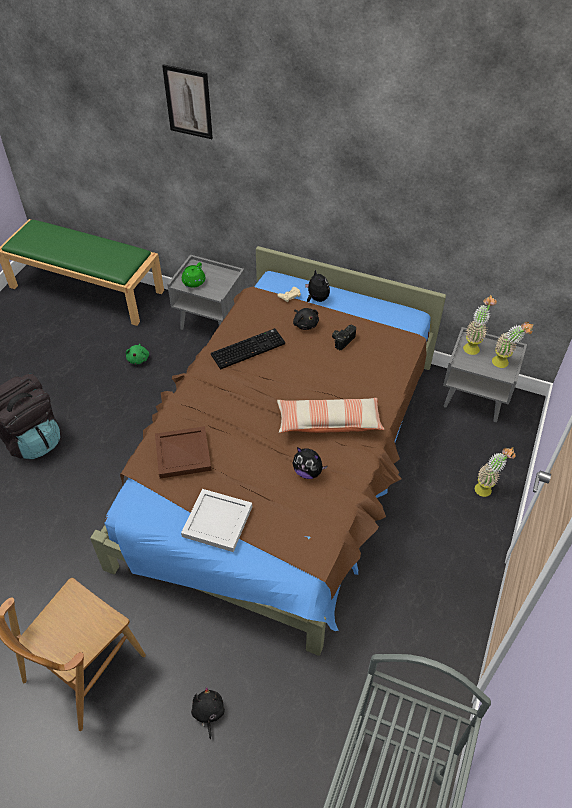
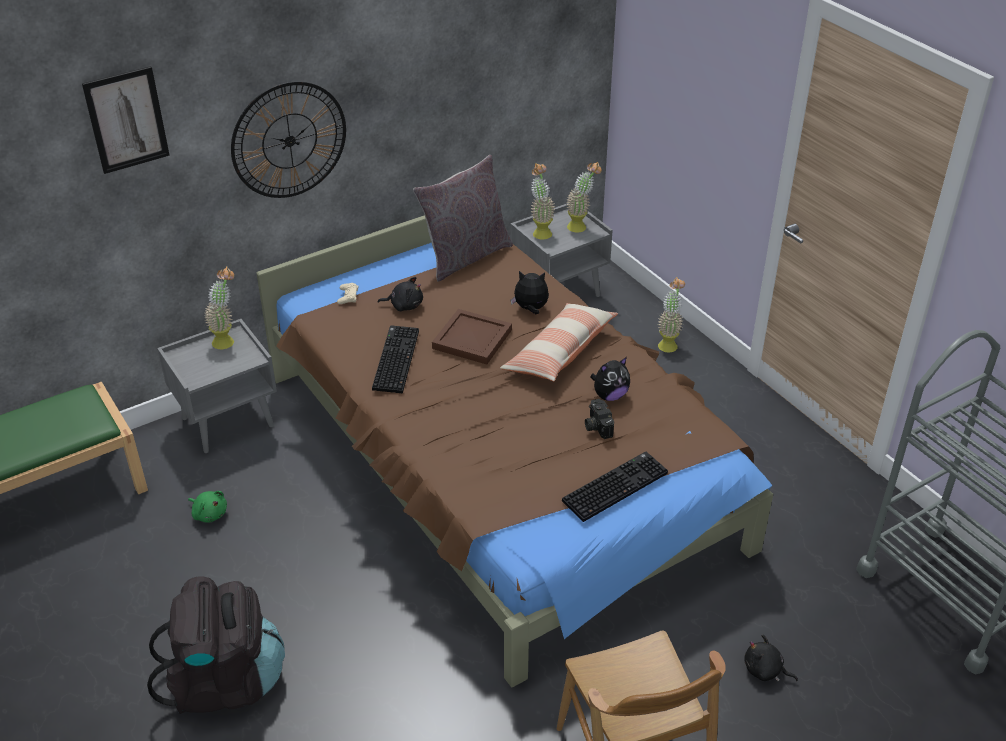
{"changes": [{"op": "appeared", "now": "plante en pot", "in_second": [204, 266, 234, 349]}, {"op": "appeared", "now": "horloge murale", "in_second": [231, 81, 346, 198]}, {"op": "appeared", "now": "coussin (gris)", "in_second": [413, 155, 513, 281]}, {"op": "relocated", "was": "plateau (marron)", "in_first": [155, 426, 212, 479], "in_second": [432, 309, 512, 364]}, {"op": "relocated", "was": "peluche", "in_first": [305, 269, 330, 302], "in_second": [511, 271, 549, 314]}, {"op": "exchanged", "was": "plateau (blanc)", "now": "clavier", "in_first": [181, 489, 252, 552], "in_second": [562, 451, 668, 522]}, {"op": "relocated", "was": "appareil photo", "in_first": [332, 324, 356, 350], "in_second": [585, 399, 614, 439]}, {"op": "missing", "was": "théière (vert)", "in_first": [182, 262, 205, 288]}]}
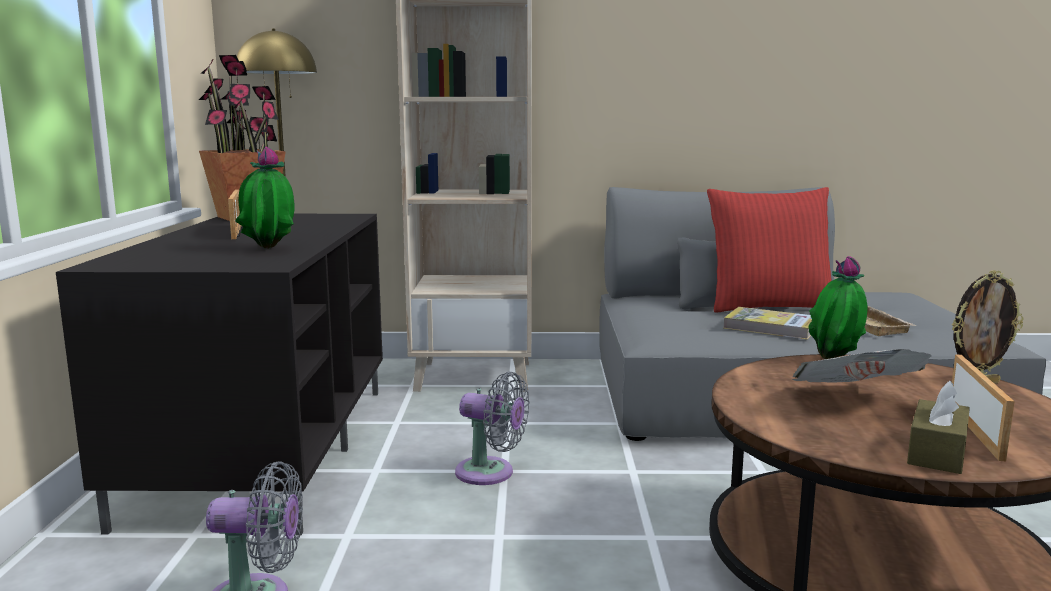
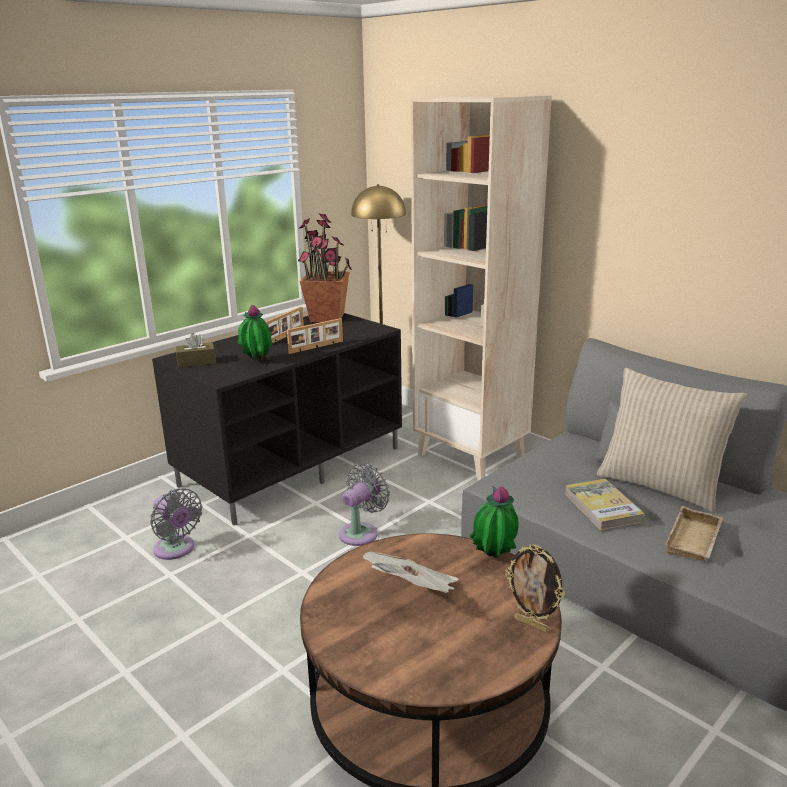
{"changes": [{"op": "relocated", "was": "boîte à mouchoirs (marron)", "in_first": [907, 381, 970, 474], "in_second": [176, 333, 216, 367]}, {"op": "relocated", "was": "cadre photo", "in_first": [952, 354, 1015, 461], "in_second": [287, 318, 343, 354]}, {"op": "spun", "was": "ventilateur (gris)", "in_first": [455, 371, 530, 485], "in_second": [339, 463, 390, 546], "clockwise": -120}, {"op": "colour", "was": "coussin (rouge)", "now": "coussin (beige)", "in_first": [707, 187, 832, 313], "in_second": [597, 368, 747, 513]}]}
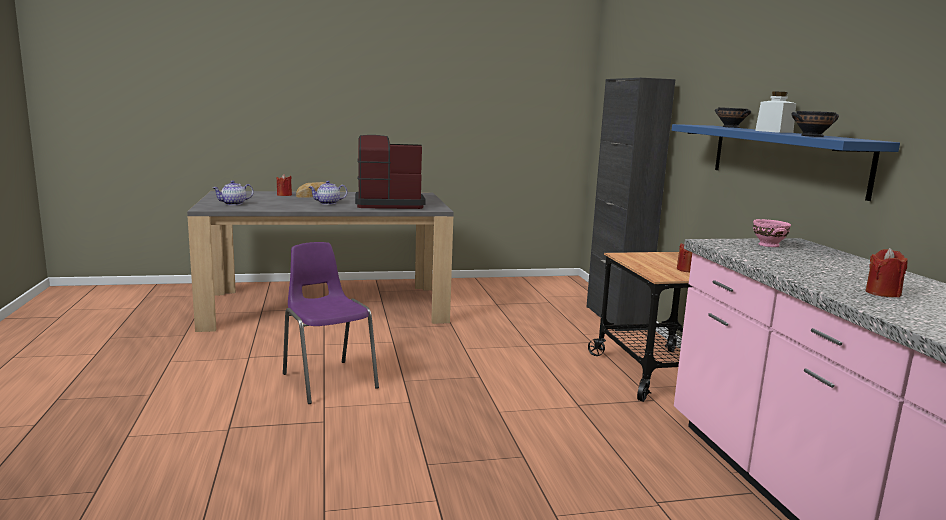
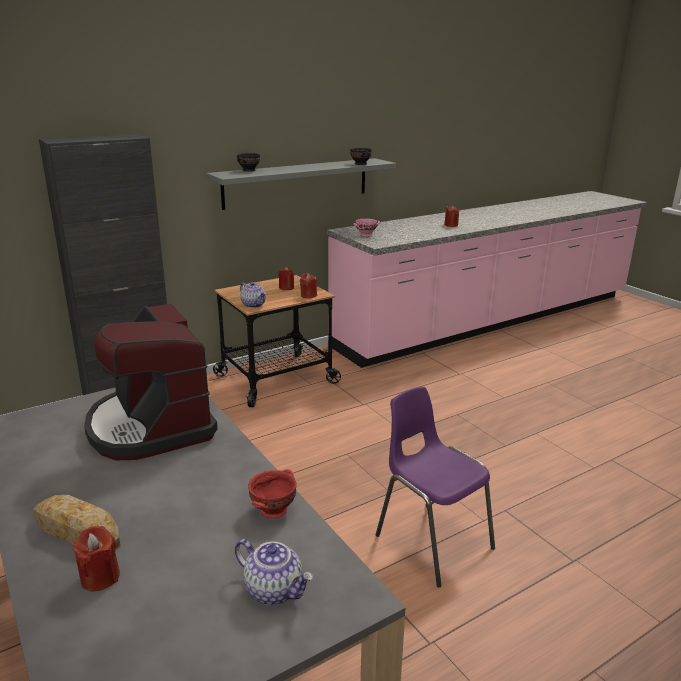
{"changes": [{"op": "colour", "was": "étagère (bleu)", "now": "étagère (gris)", "in_first": [672, 124, 900, 201], "in_second": [206, 158, 396, 210]}, {"op": "relocated", "was": "théière", "in_first": [309, 181, 348, 205], "in_second": [240, 282, 266, 308]}, {"op": "appeared", "now": "bol (rouge)", "in_second": [248, 469, 297, 519]}, {"op": "appeared", "now": "bougie (rouge)", "in_second": [300, 273, 317, 299]}, {"op": "spun", "was": "chaise (violet)", "in_first": [283, 242, 379, 404], "in_second": [376, 387, 495, 587], "clockwise": 105}, {"op": "missing", "was": "bocal (blanc)", "in_first": [755, 92, 796, 133]}]}
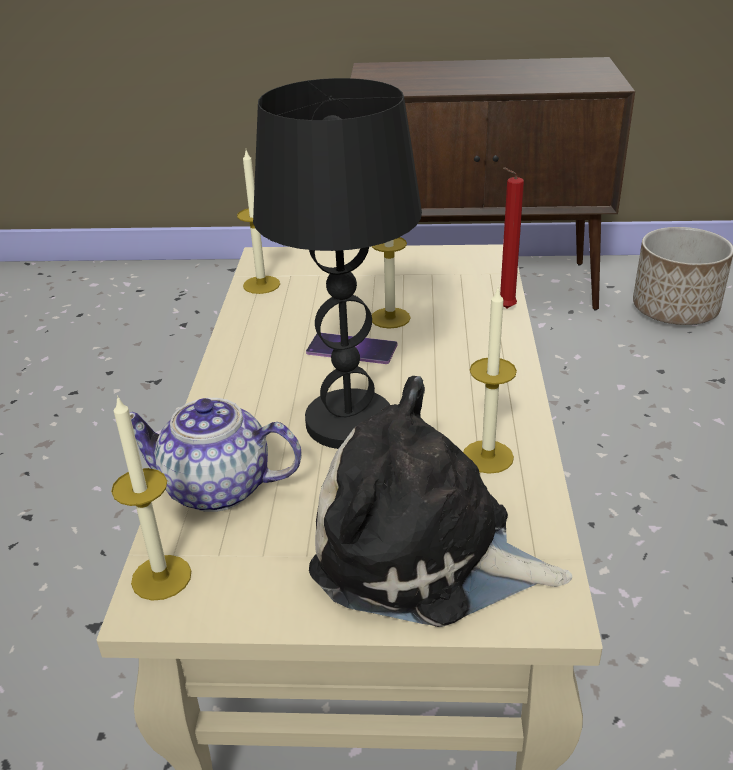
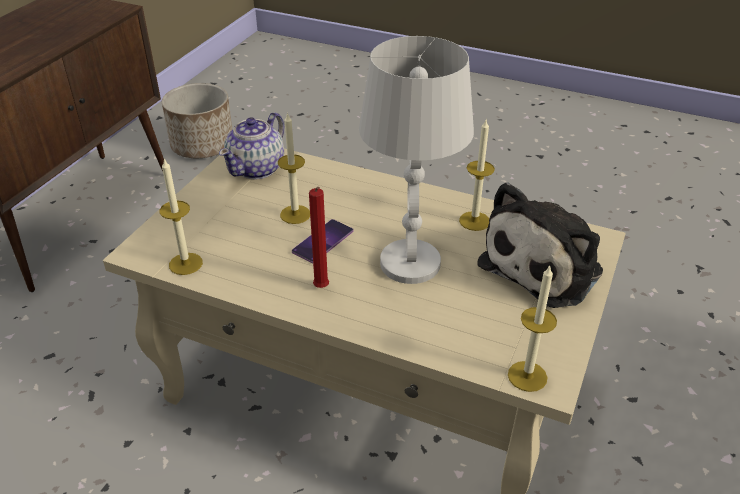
{"changes": [{"op": "relocated", "was": "théière", "in_first": [129, 398, 302, 512], "in_second": [219, 112, 284, 180]}, {"op": "relocated", "was": "bougie (rouge)", "in_first": [500, 167, 524, 308], "in_second": [309, 187, 329, 288]}, {"op": "colour", "was": "lampe de table (noir)", "now": "lampe de table (blanc)", "in_first": [253, 78, 422, 449], "in_second": [359, 36, 474, 284]}]}
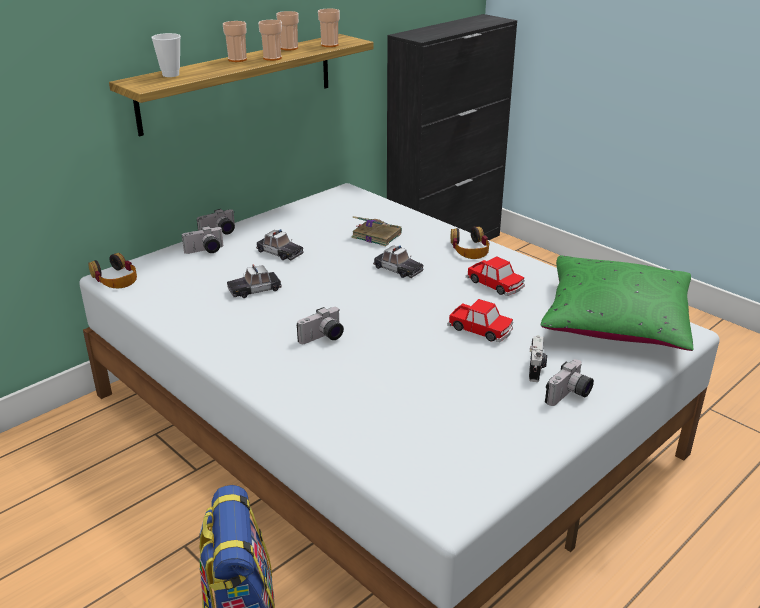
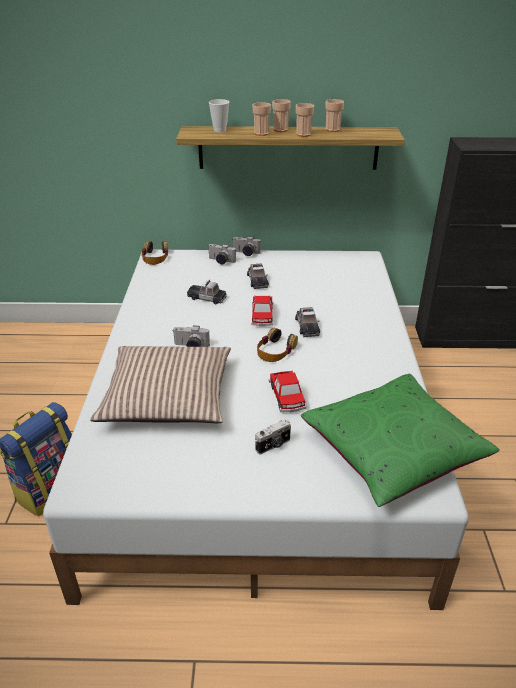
{"changes": [{"op": "appeared", "now": "coussin", "in_second": [90, 346, 231, 423]}, {"op": "relocated", "was": "petite voiture", "in_first": [466, 256, 525, 296], "in_second": [251, 296, 273, 326]}, {"op": "relocated", "was": "tasse", "in_first": [318, 9, 340, 47], "in_second": [253, 102, 271, 136]}, {"op": "relocated", "was": "casque audio", "in_first": [451, 227, 489, 259], "in_second": [257, 328, 298, 362]}, {"op": "missing", "was": "livre", "in_first": [351, 216, 402, 246]}, {"op": "missing", "was": "appareil photo", "in_first": [545, 359, 594, 406]}]}
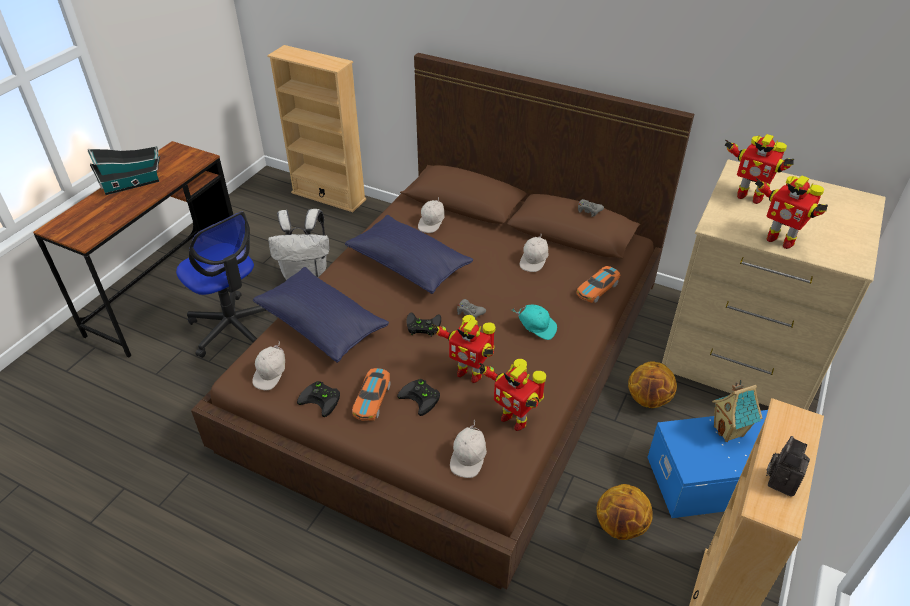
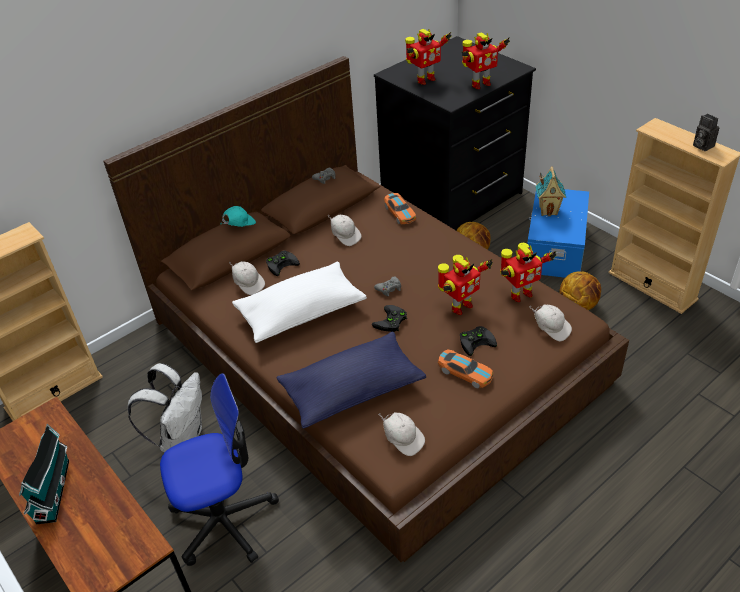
{"changes": [{"op": "relocated", "was": "casquette (turquoise)", "in_first": [512, 305, 557, 340], "in_second": [221, 206, 256, 227]}, {"op": "colour", "was": "coussin (bleu)", "now": "coussin (blanc)", "in_first": [345, 215, 473, 294], "in_second": [232, 262, 367, 343]}, {"op": "relocated", "was": "manette (noir)", "in_first": [297, 381, 340, 417], "in_second": [266, 250, 300, 276]}, {"op": "colour", "was": "commode (beige)", "now": "commode (noir)", "in_first": [662, 159, 886, 410], "in_second": [374, 36, 536, 230]}]}
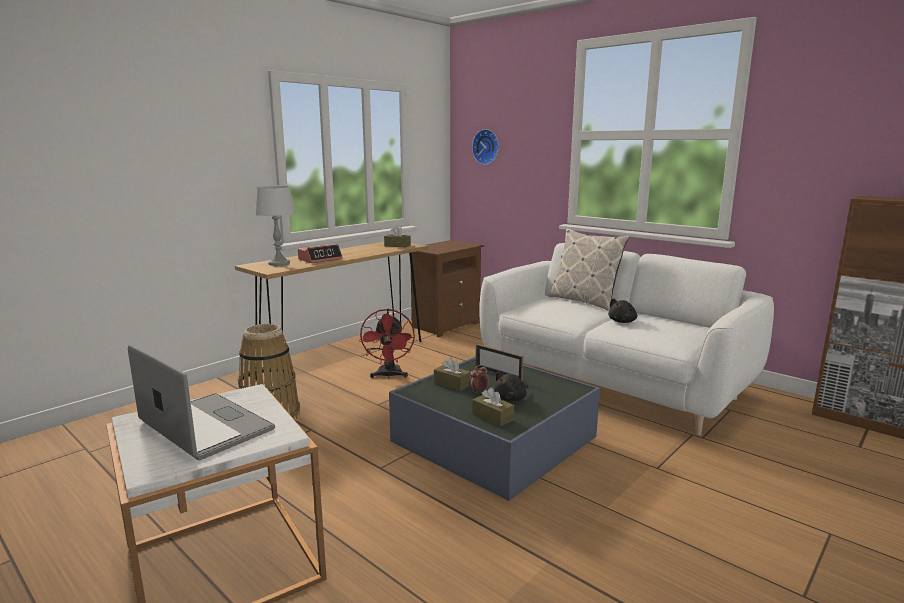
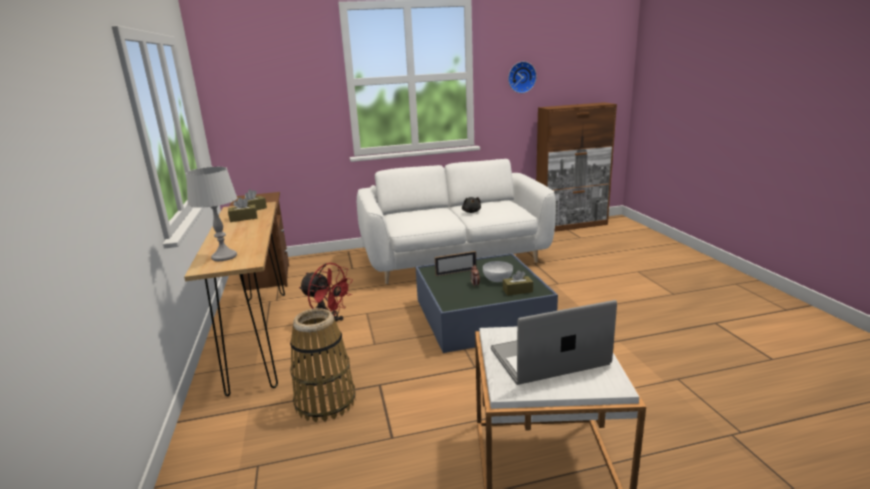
{"changes": [{"op": "relocated", "was": "boîte à mouchoirs (marron)", "in_first": [434, 358, 471, 391], "in_second": [228, 197, 257, 222]}, {"op": "exchanged", "was": "peluche (noir)", "now": "bol (blanc)", "in_first": [494, 371, 528, 401], "in_second": [483, 261, 513, 282]}, {"op": "relocated", "was": "horloge murale", "in_first": [472, 129, 499, 165], "in_second": [508, 61, 537, 93]}, {"op": "missing", "was": "réveil", "in_first": [298, 244, 343, 263]}, {"op": "missing", "was": "coussin", "in_first": [548, 228, 629, 311]}]}
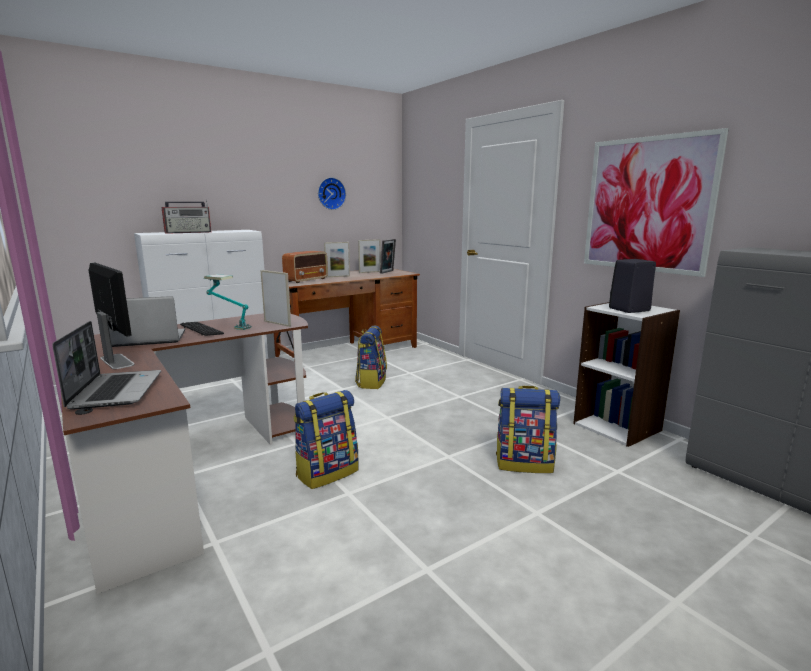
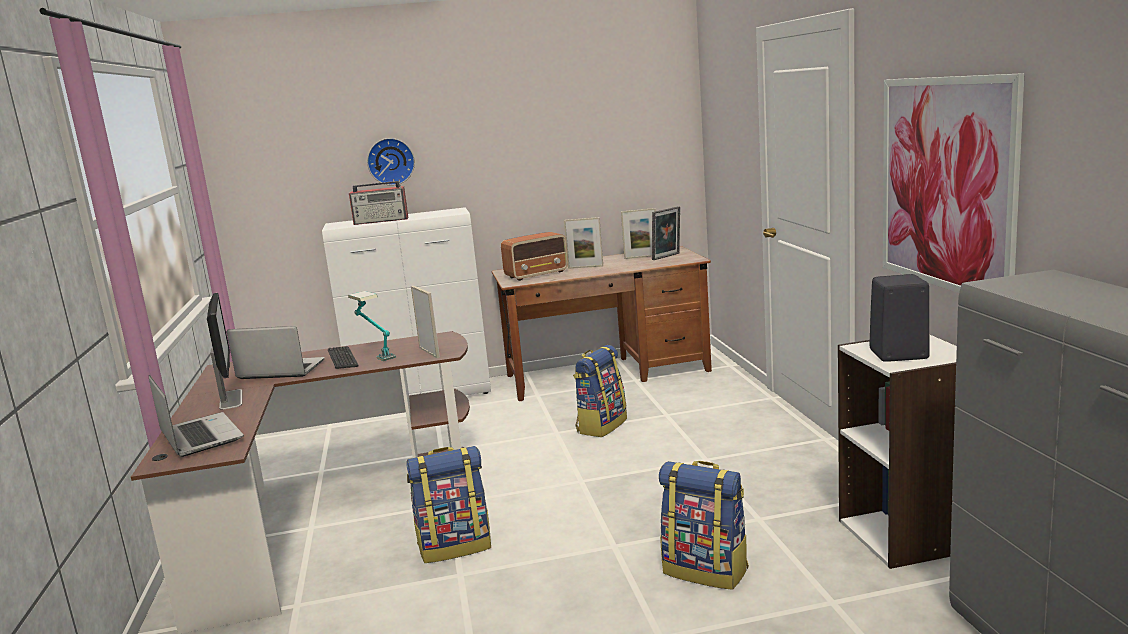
{"changes": [{"op": "spun", "was": "ordinateur portable", "in_first": [52, 321, 161, 410], "in_second": [149, 375, 244, 457], "clockwise": -45}, {"op": "relocated", "was": "horloge murale", "in_first": [318, 177, 346, 210], "in_second": [367, 138, 415, 186]}]}
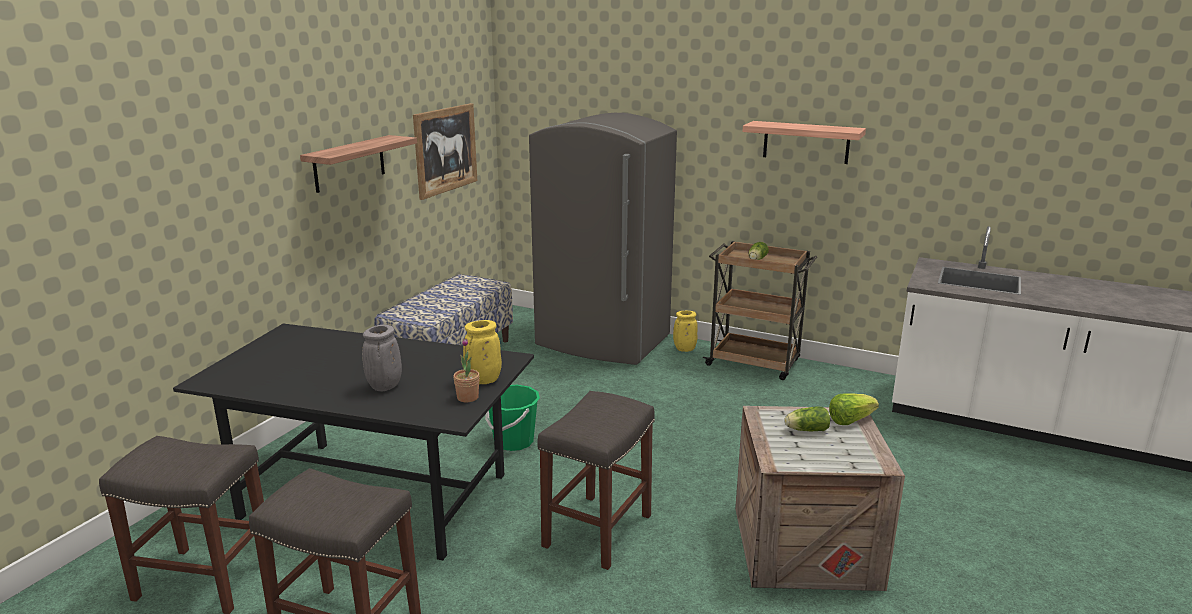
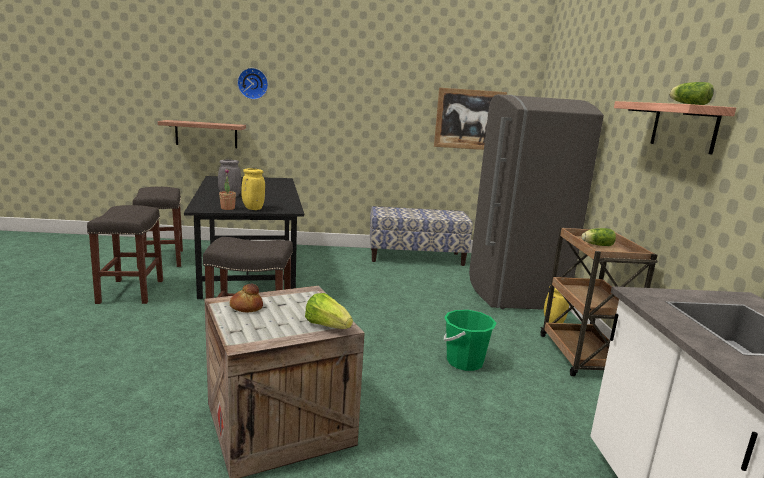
{"changes": [{"op": "relocated", "was": "étagère", "in_first": [300, 135, 417, 193], "in_second": [158, 120, 246, 148]}, {"op": "appeared", "now": "pain", "in_second": [230, 284, 263, 312]}, {"op": "appeared", "now": "horloge murale", "in_second": [237, 68, 268, 100]}, {"op": "relocated", "was": "seau (vert)", "in_first": [485, 385, 540, 451], "in_second": [444, 310, 496, 371]}, {"op": "relocated", "was": "laitue", "in_first": [784, 406, 830, 431], "in_second": [669, 82, 714, 105]}]}
